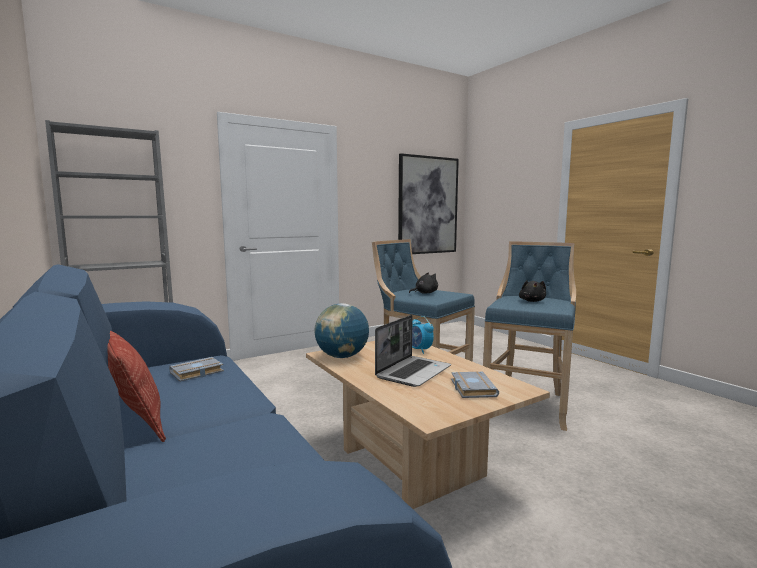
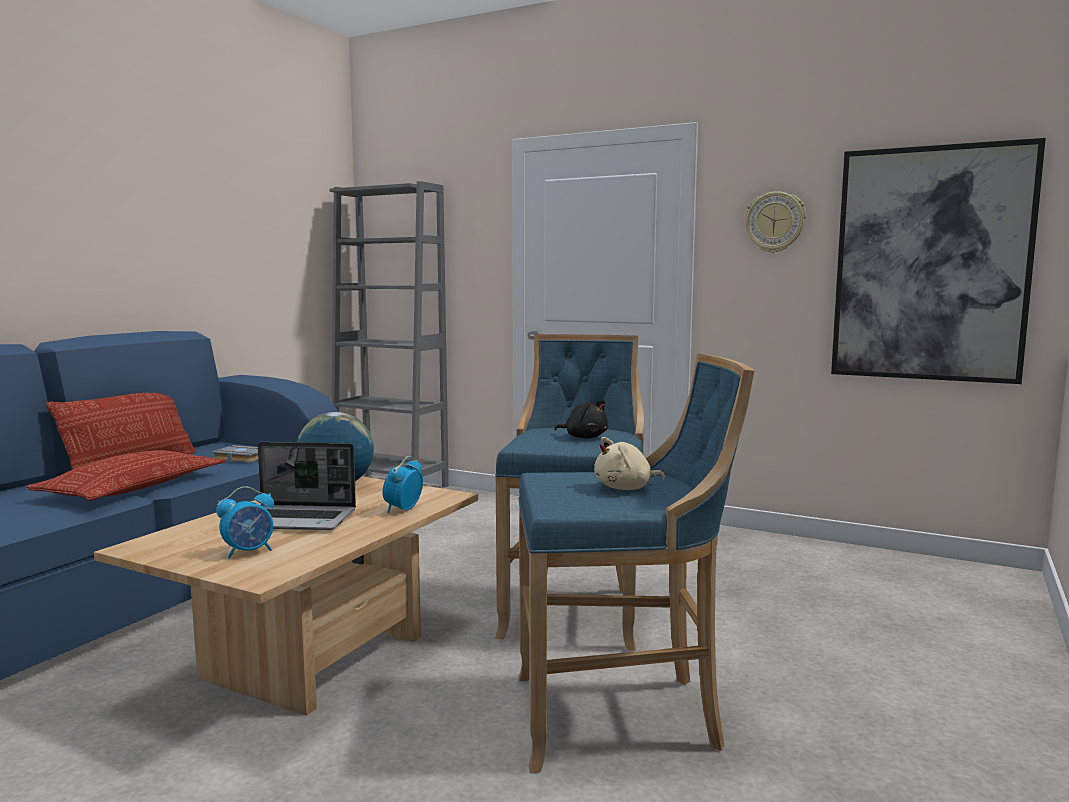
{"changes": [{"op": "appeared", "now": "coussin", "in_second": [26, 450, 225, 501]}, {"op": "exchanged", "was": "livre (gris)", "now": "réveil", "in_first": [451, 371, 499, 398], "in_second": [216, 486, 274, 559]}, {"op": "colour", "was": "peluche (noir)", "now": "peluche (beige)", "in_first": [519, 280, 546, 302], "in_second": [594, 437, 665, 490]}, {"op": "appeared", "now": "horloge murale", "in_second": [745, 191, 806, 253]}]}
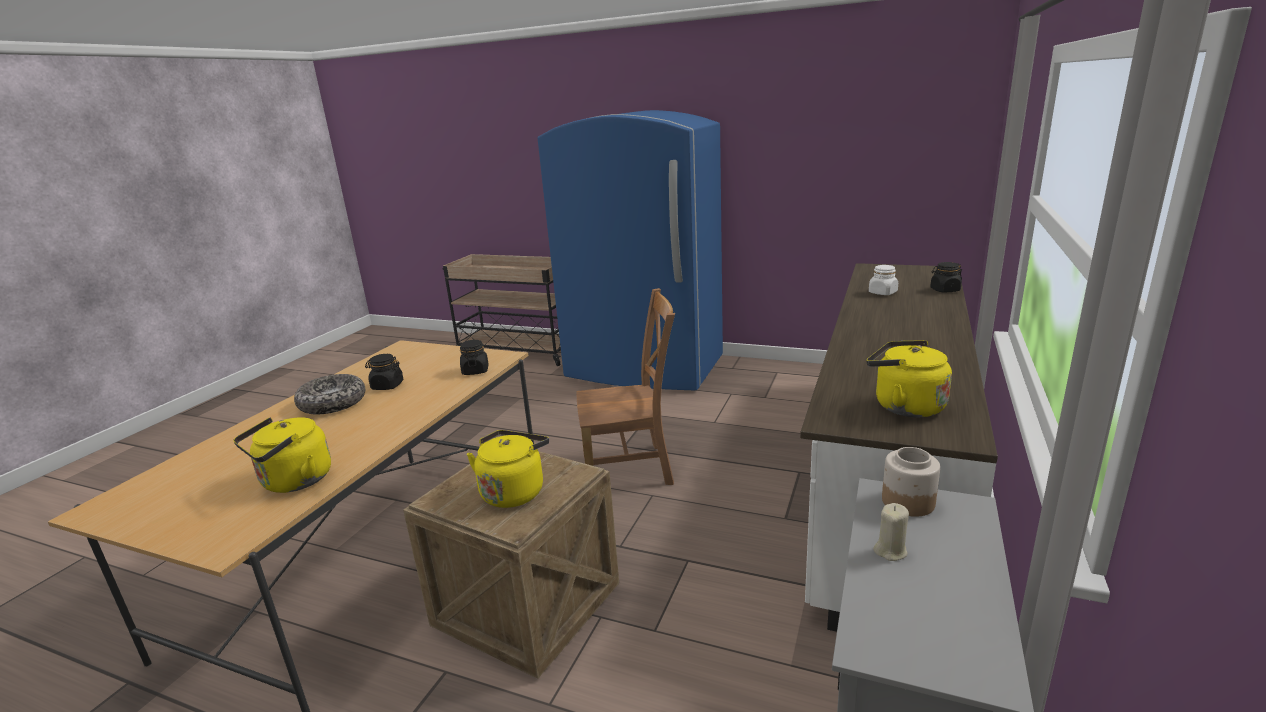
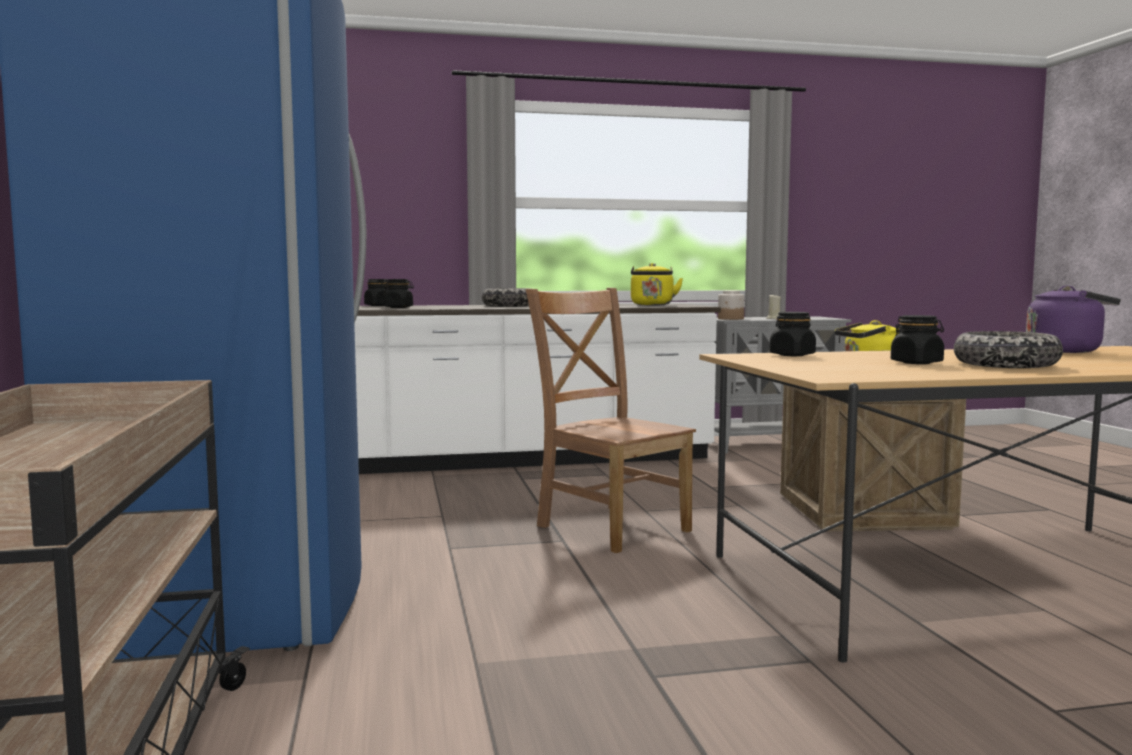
{"changes": [{"op": "colour", "was": "bocal (blanc)", "now": "bocal (noir)", "in_first": [869, 265, 898, 295], "in_second": [383, 279, 414, 308]}, {"op": "appeared", "now": "bol", "in_second": [482, 288, 531, 307]}, {"op": "colour", "was": "bouilloire (jaune)", "now": "bouilloire (violet)", "in_first": [233, 417, 331, 493], "in_second": [1026, 285, 1121, 353]}]}
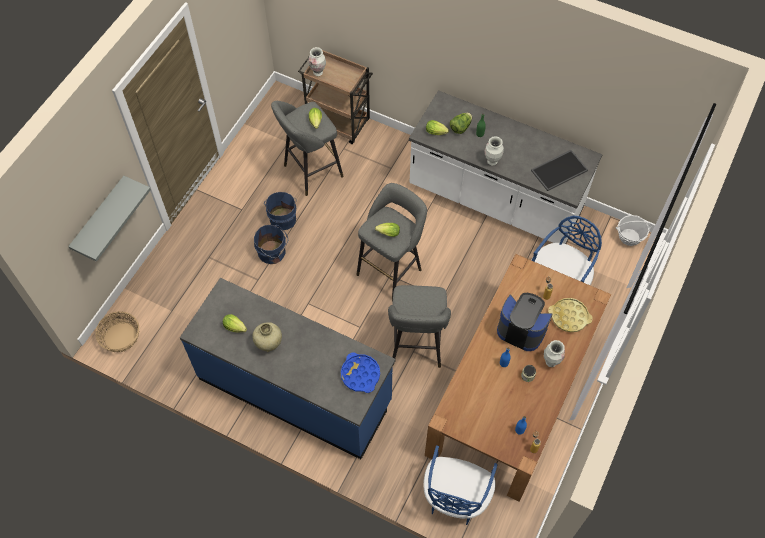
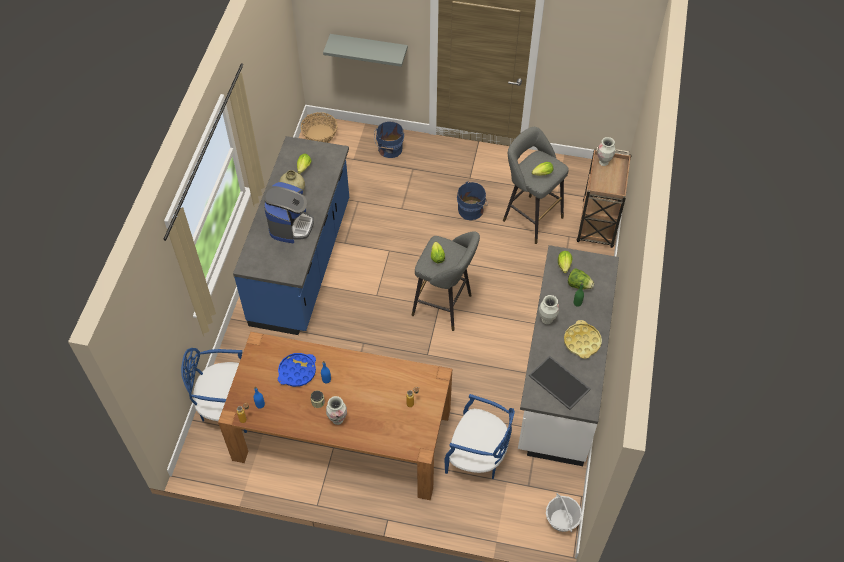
{"changes": [{"op": "relocated", "was": "machine à café", "in_first": [497, 293, 553, 351], "in_second": [264, 182, 314, 243]}, {"op": "relocated", "was": "plateau (bleu)", "in_first": [341, 352, 380, 393], "in_second": [278, 353, 316, 387]}, {"op": "relocated", "was": "seau (bleu)", "in_first": [254, 225, 288, 264], "in_second": [374, 121, 404, 158]}, {"op": "relocated", "was": "plateau (jaune)", "in_first": [548, 298, 593, 332], "in_second": [564, 320, 602, 359]}, {"op": "missing", "was": "tabouret (gris)", "in_first": [388, 285, 451, 368]}]}
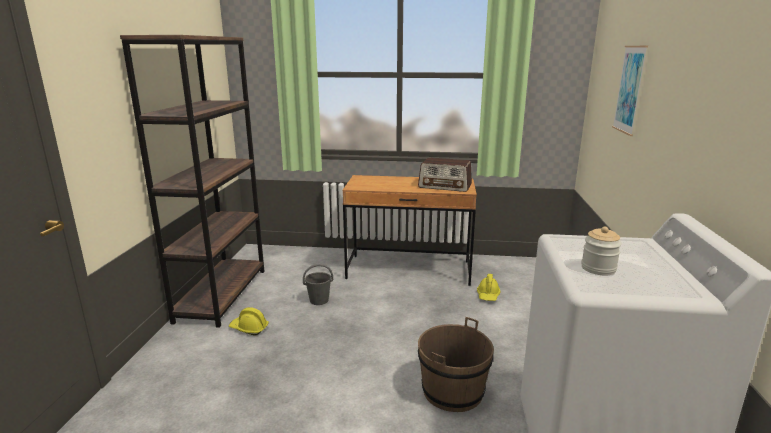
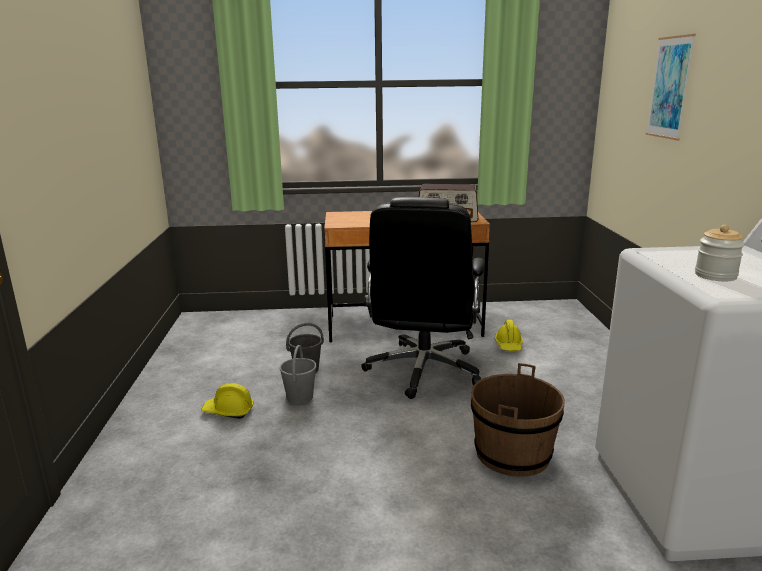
{"changes": [{"op": "appeared", "now": "seau (gris)", "in_second": [279, 345, 317, 404]}, {"op": "appeared", "now": "chaise de bureau (noir)", "in_second": [361, 197, 485, 399]}, {"op": "missing", "was": "bibliothèque (marron)", "in_first": [120, 35, 265, 328]}]}
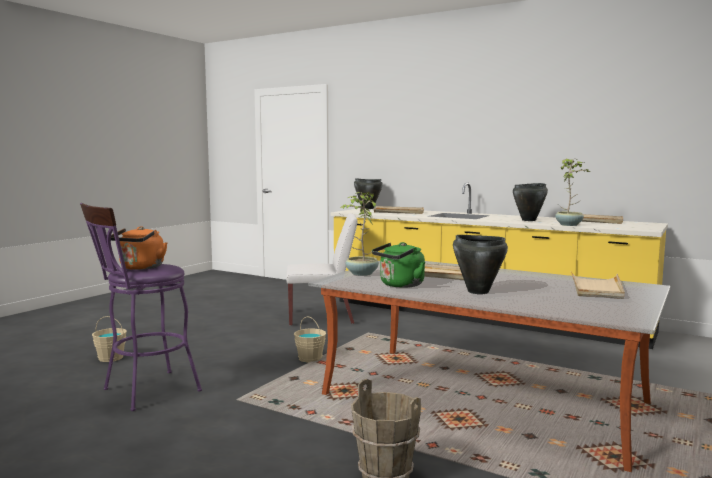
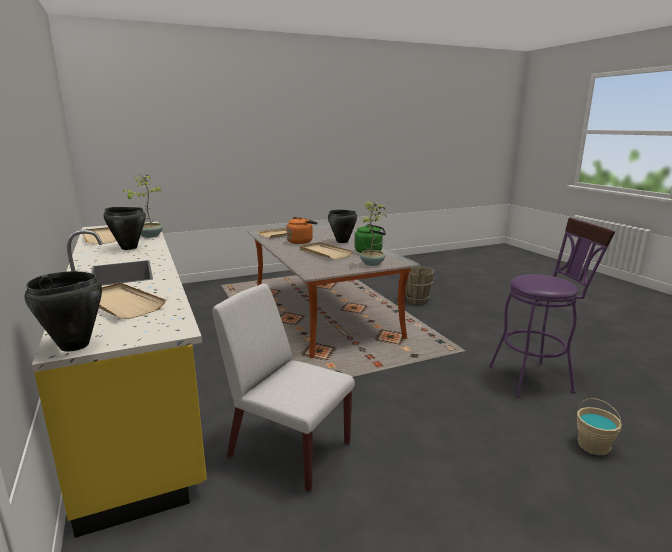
{"changes": [{"op": "relocated", "was": "bouilloire (orange)", "in_first": [111, 226, 167, 270], "in_second": [286, 217, 317, 244]}, {"op": "missing", "was": "seau (beige)", "in_first": [294, 317, 326, 363]}]}
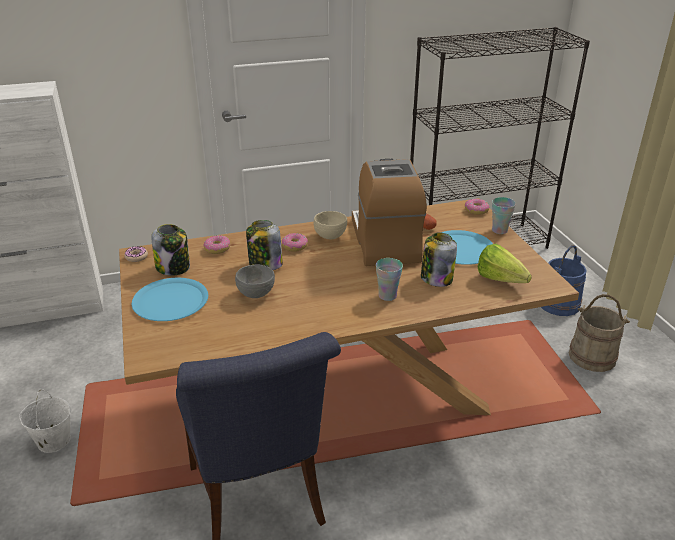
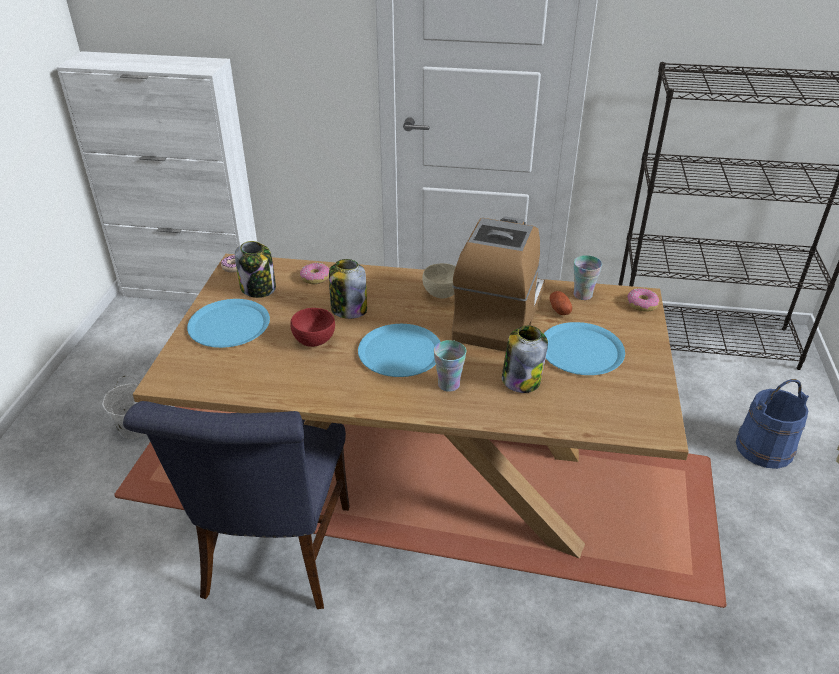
{"changes": [{"op": "colour", "was": "bol (gris)", "now": "bol (rouge)", "in_first": [235, 264, 275, 298], "in_second": [290, 308, 335, 347]}, {"op": "appeared", "now": "assiette (bleu)", "in_second": [358, 324, 441, 377]}, {"op": "relocated", "was": "tasse", "in_first": [492, 197, 516, 234], "in_second": [574, 255, 602, 300]}, {"op": "missing", "was": "beignet", "in_first": [282, 233, 308, 252]}, {"op": "missing", "was": "laitue", "in_first": [477, 244, 532, 283]}, {"op": "missing", "was": "seau (beige)", "in_first": [569, 294, 630, 372]}]}
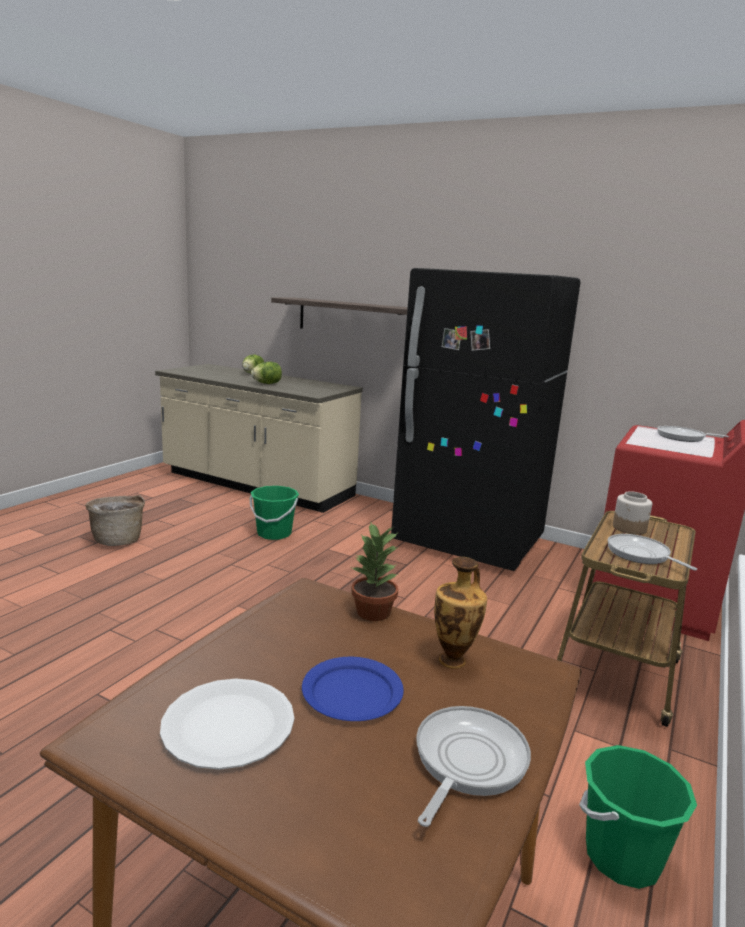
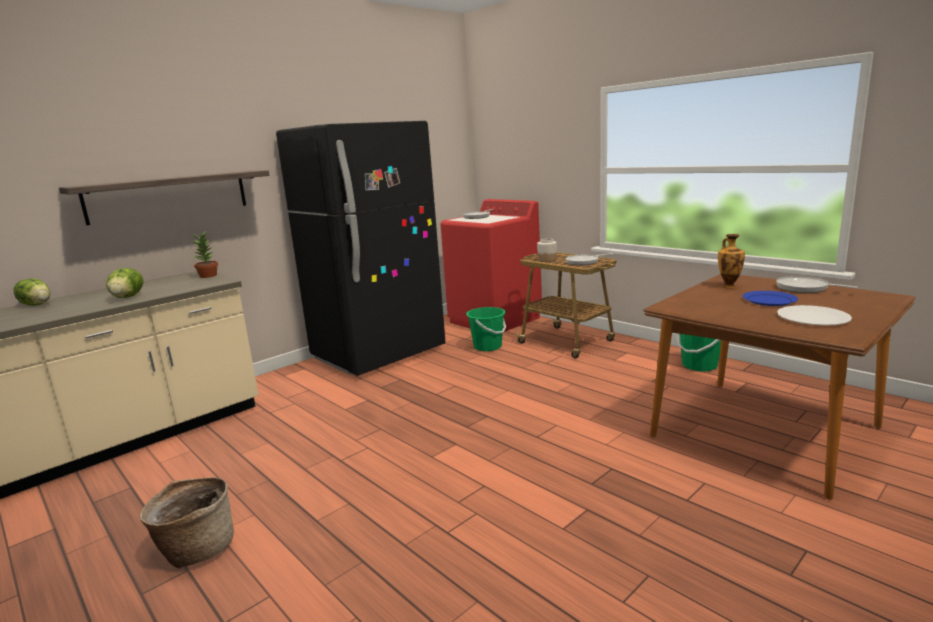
{"changes": [{"op": "relocated", "was": "plante en pot", "in_first": [351, 521, 398, 621], "in_second": [192, 231, 218, 278]}, {"op": "relocated", "was": "seau (vert)", "in_first": [250, 486, 299, 540], "in_second": [466, 307, 506, 351]}]}
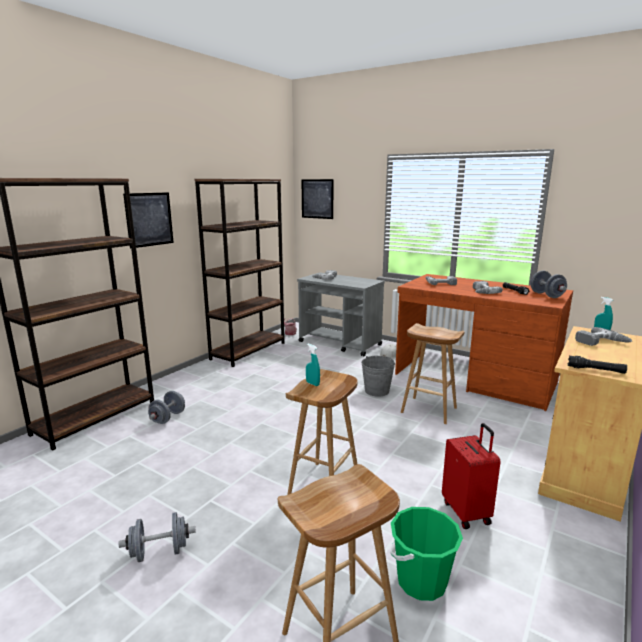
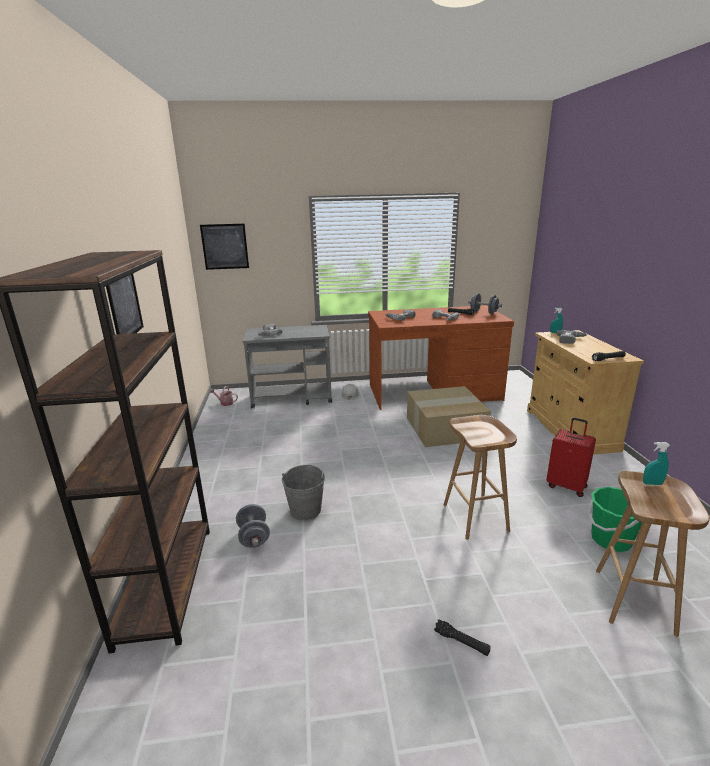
{"changes": [{"op": "relocated", "was": "seau (gris)", "in_first": [361, 356, 395, 397], "in_second": [282, 465, 325, 520]}, {"op": "exchanged", "was": "tabouret (marron)", "now": "carton", "in_first": [401, 323, 465, 424], "in_second": [407, 386, 491, 447]}, {"op": "exchanged", "was": "haltère (gris)", "now": "lampe de poche (noir)", "in_first": [119, 512, 196, 562], "in_second": [434, 619, 491, 656]}, {"op": "relocated", "was": "vaporisateur (turquoise)", "in_first": [306, 344, 320, 386], "in_second": [643, 442, 670, 485]}, {"op": "missing", "was": "bibliothèque (marron)", "in_first": [195, 179, 285, 367]}]}
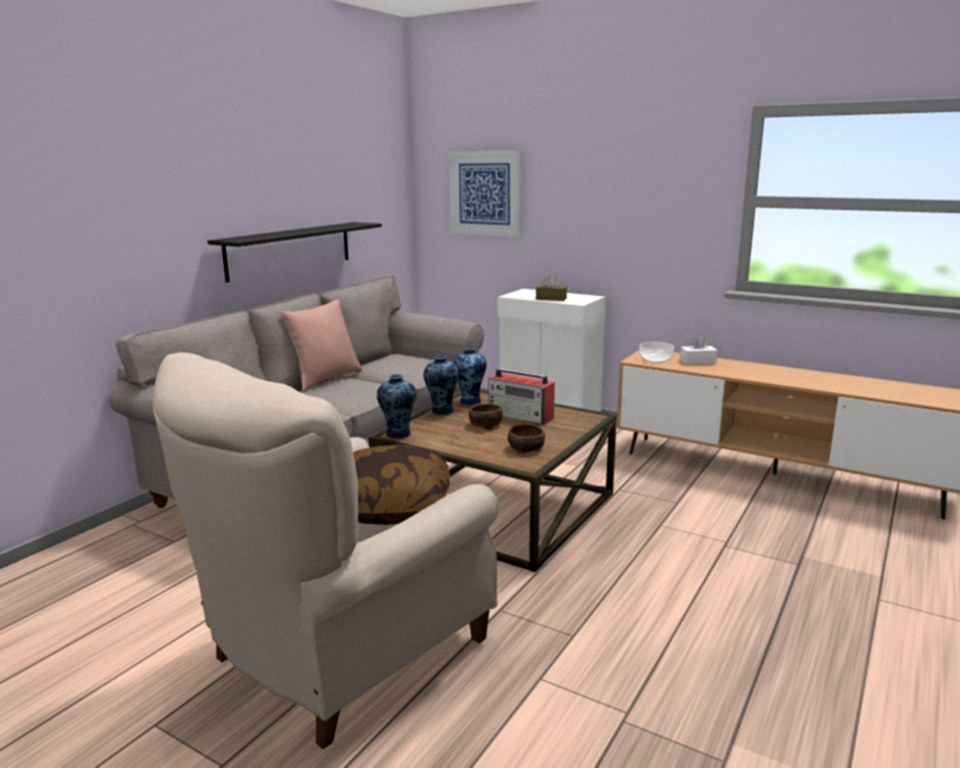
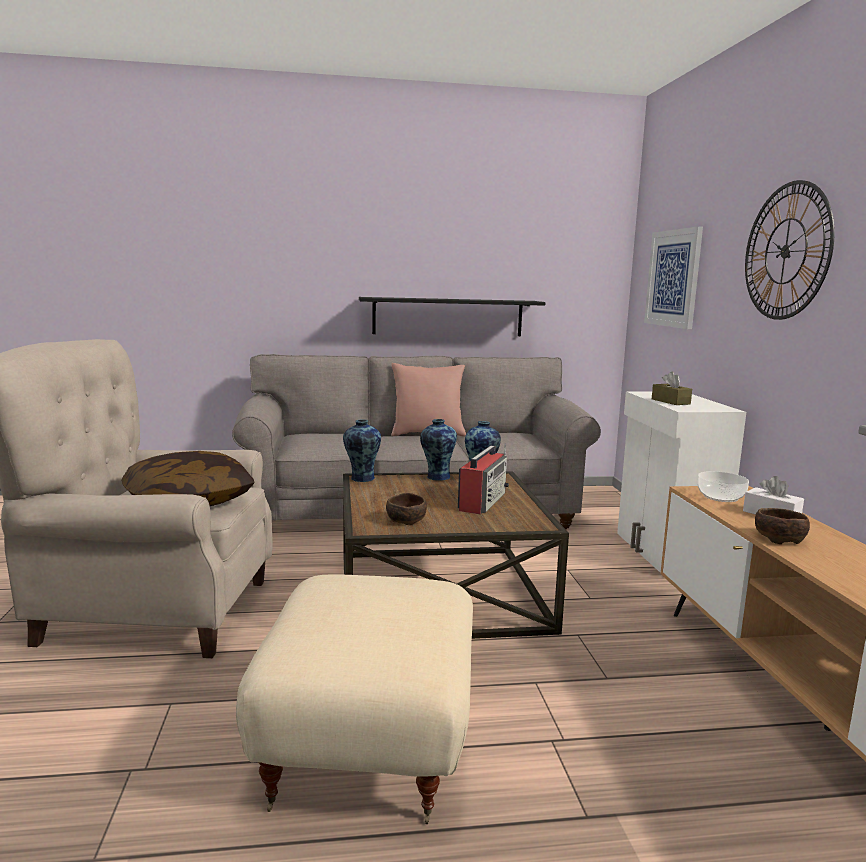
{"changes": [{"op": "appeared", "now": "pouf (beige)", "in_second": [236, 575, 473, 824]}, {"op": "spun", "was": "radio", "in_first": [488, 368, 555, 424], "in_second": [458, 443, 509, 514], "clockwise": -150}, {"op": "appeared", "now": "horloge murale", "in_second": [745, 180, 835, 320]}, {"op": "relocated", "was": "bol (marron)", "in_first": [469, 404, 503, 429], "in_second": [755, 508, 810, 544]}]}
